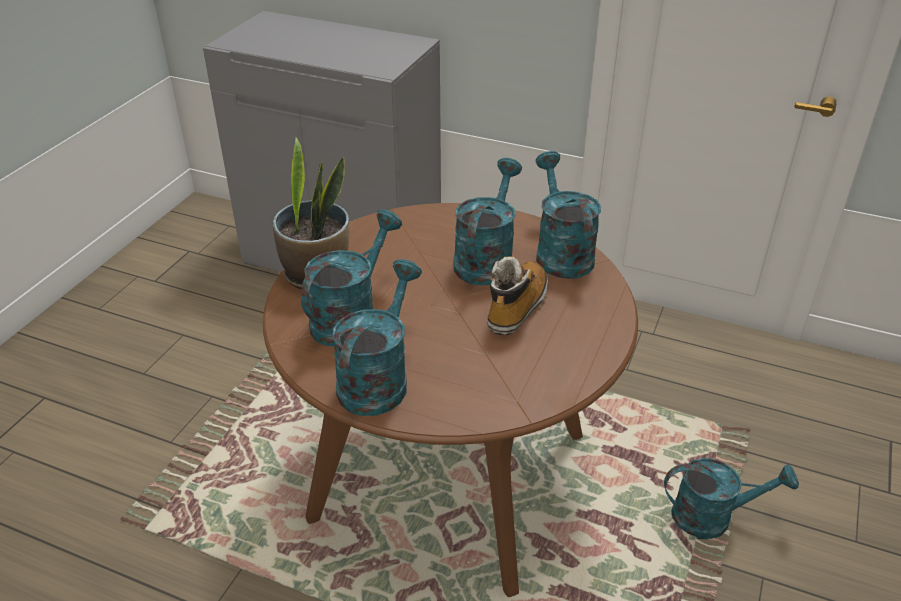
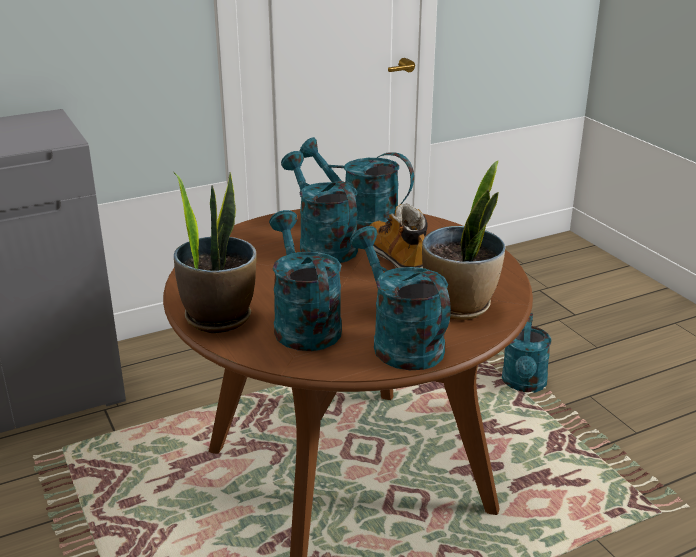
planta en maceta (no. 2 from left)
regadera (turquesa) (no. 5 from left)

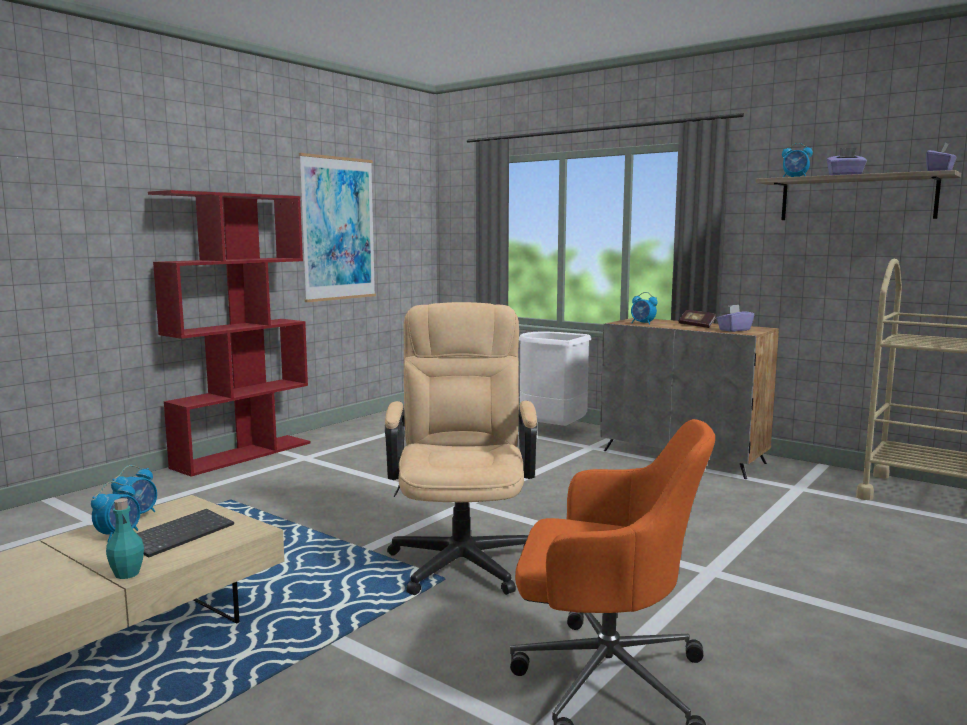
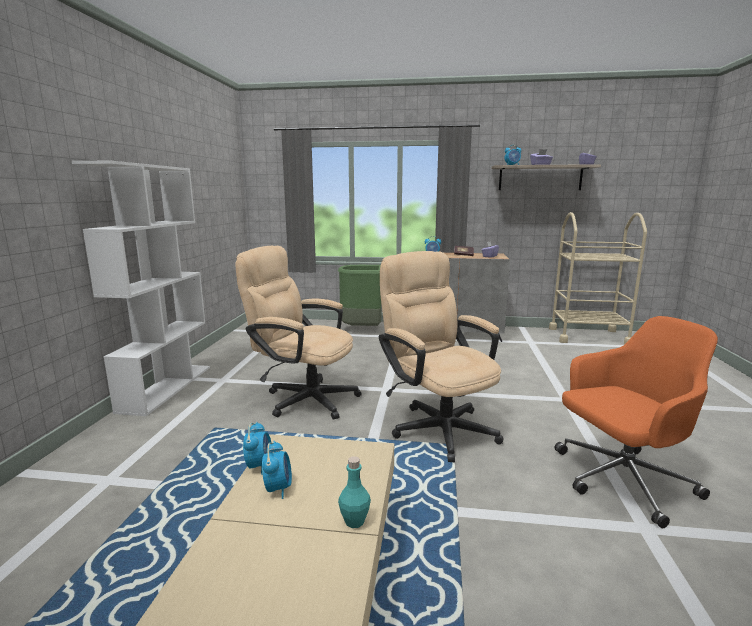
estantería (blanco)
silla de oficina (beis) (no. 1 from left)
papelera (verde)
teclado
cuadro

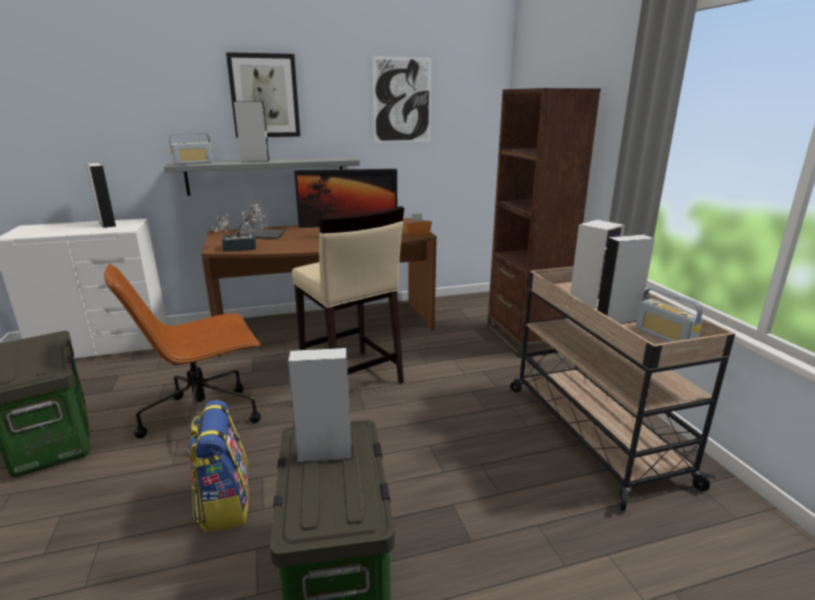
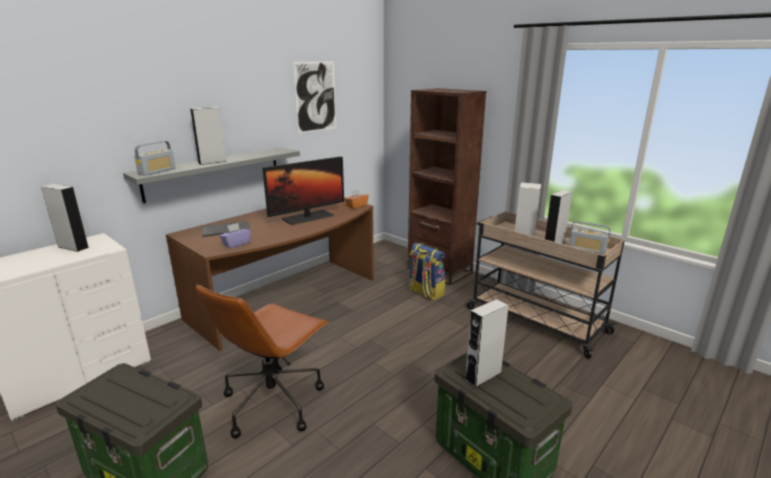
caja de pañuelos (morado)
mochila
cuadro (no. 1 from left in the first image)
taburete (beis)

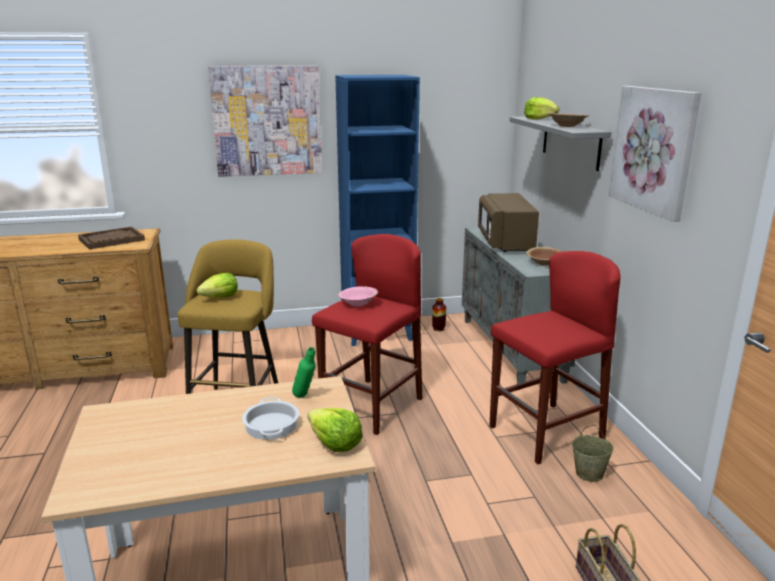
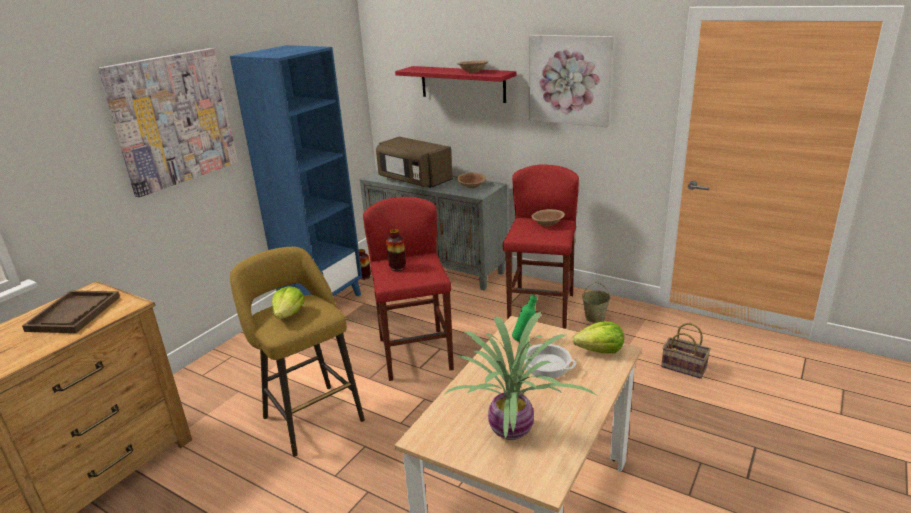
florero (no. 2 from left)
estante (rojo)
planta en maceta
cuenco (marrón) (no. 3 from left)
lechuga (no. 3 from left in the first image)

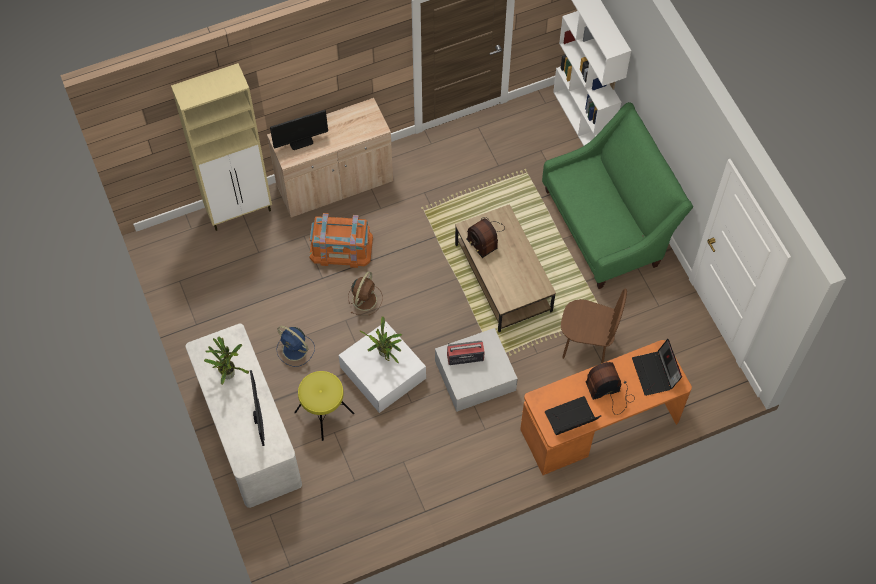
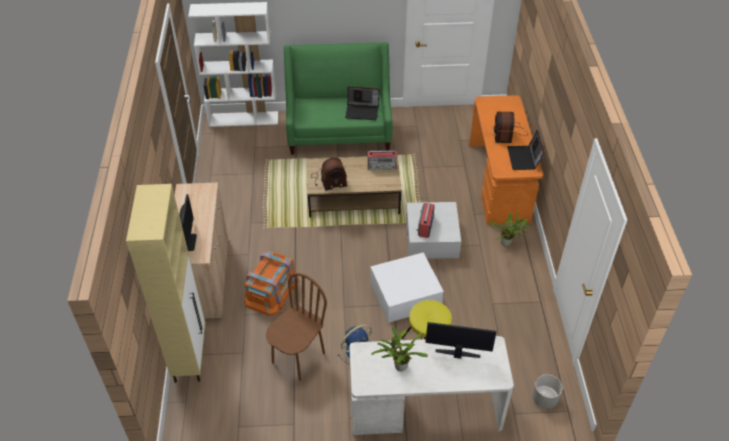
silla (marrón)
portátil (no. 1 from left)
radio (no. 2 from left)
planta en maceta (no. 2 from left)
maceta (gris)
ventilador (marrón)

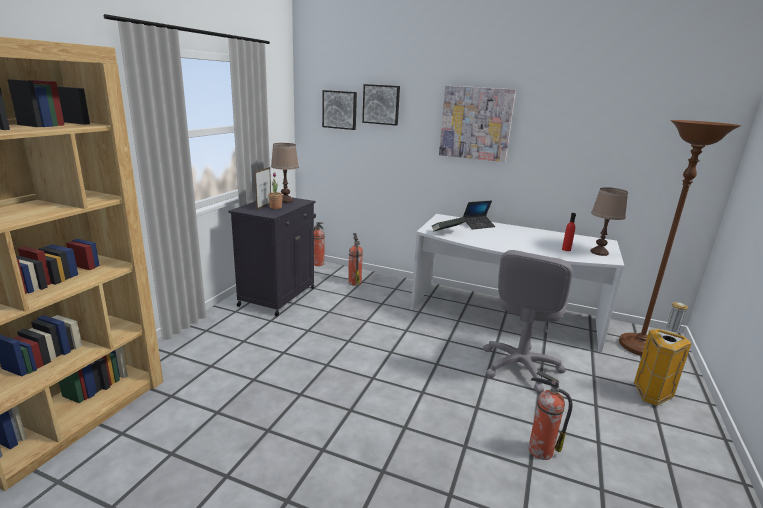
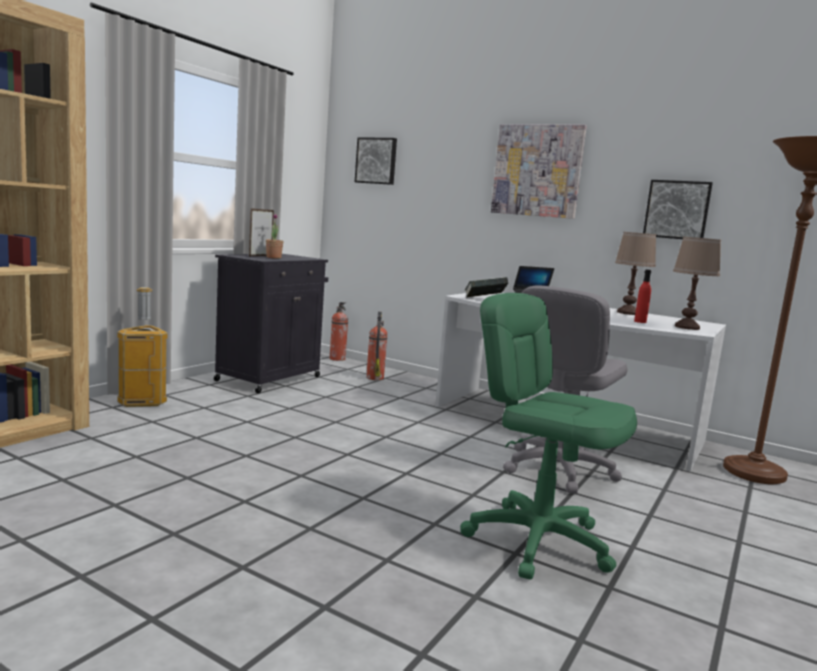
papelera
silla de oficina (verde)
lámpara de mesa (marrón) (no. 1 from left)
cuadro (no. 3 from left)

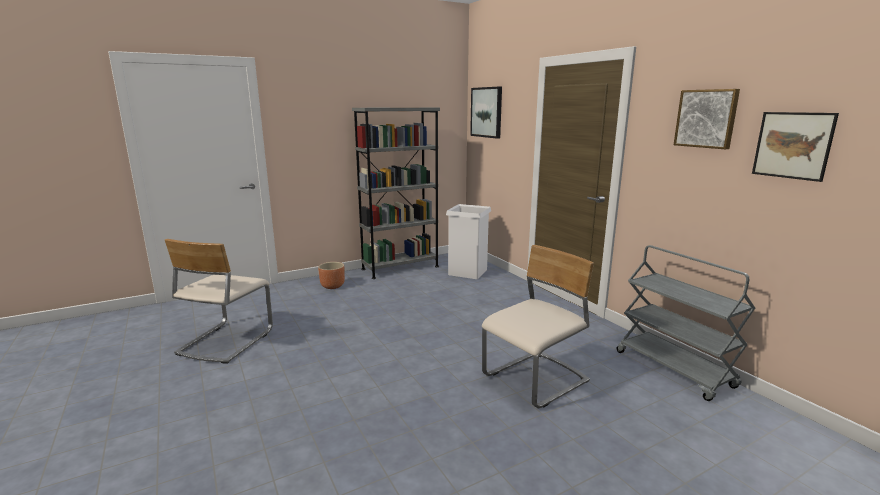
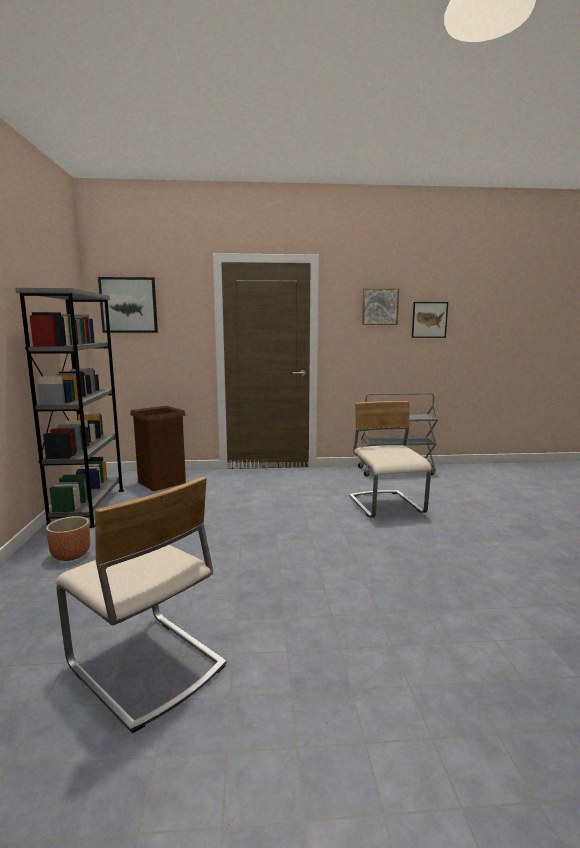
papelera (marrón)

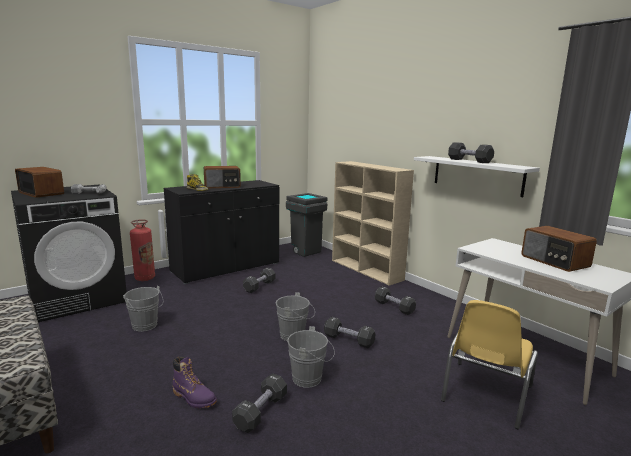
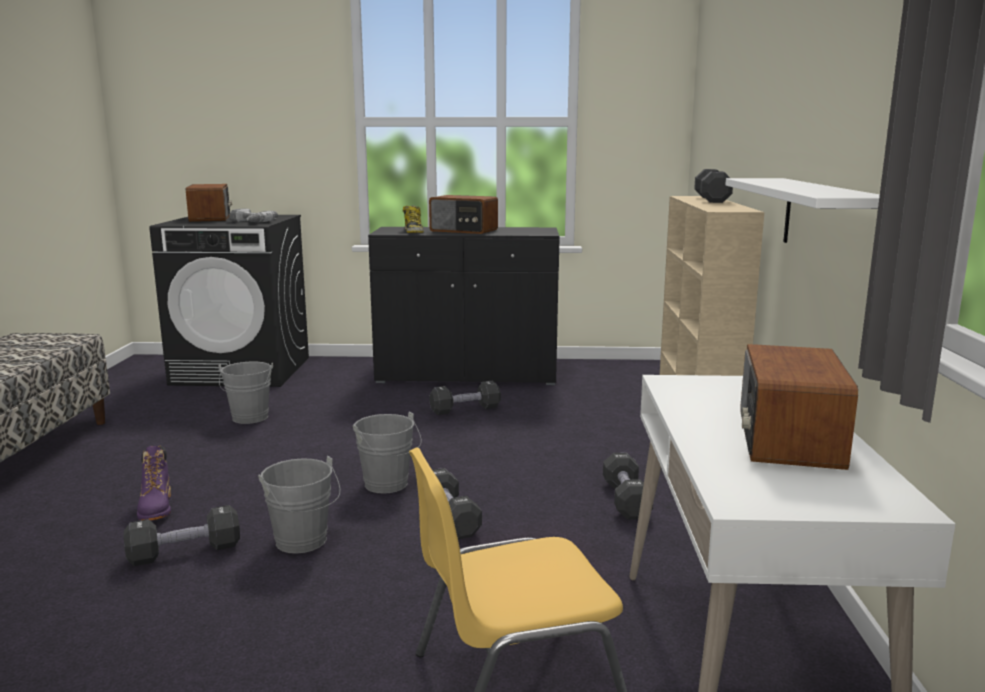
mancuerna (negro) (no. 5 from left)
extintor
papelera (gris)

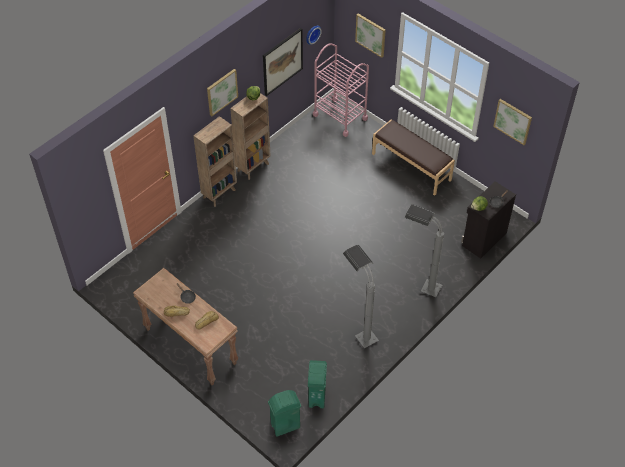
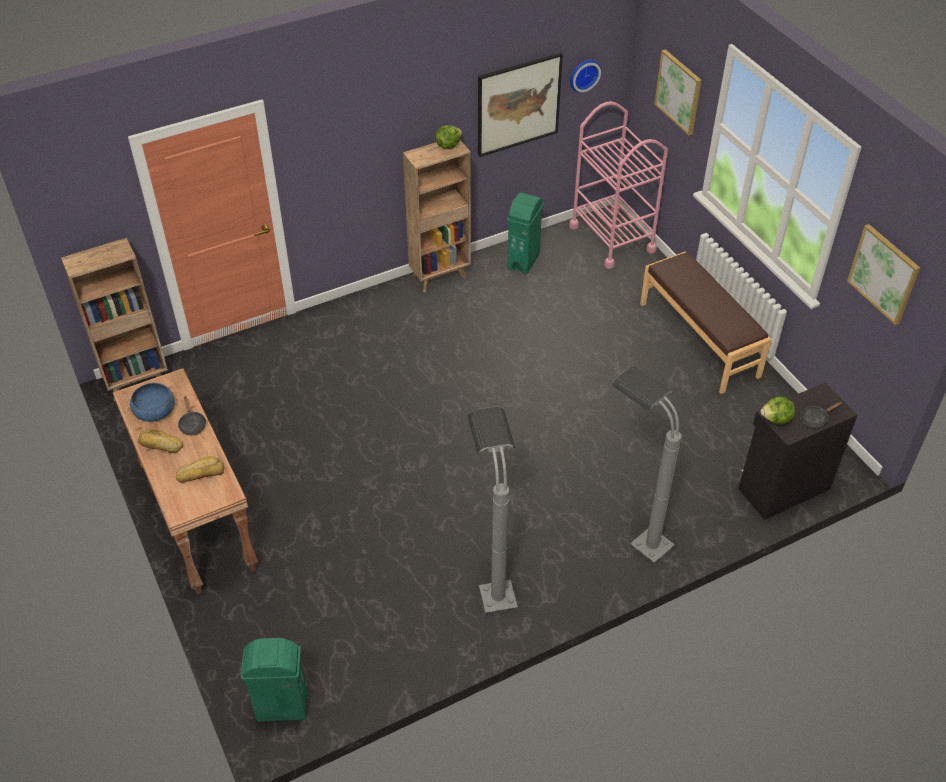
estantería (marrón) (no. 1 from left)
cuenco (azul)
papelera (verde) (no. 2 from left)
cuadro (no. 1 from left in the first image)

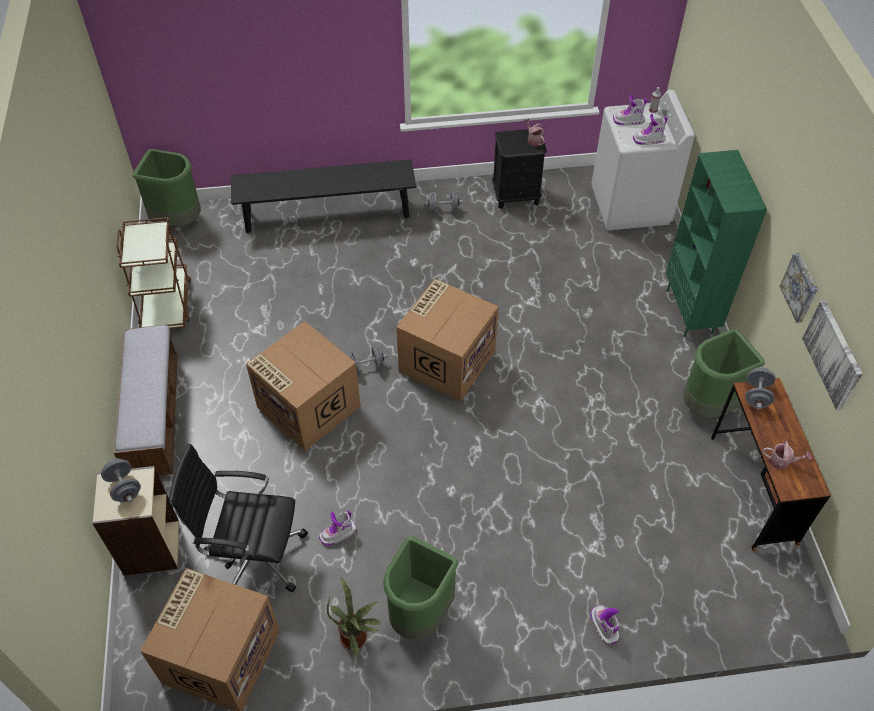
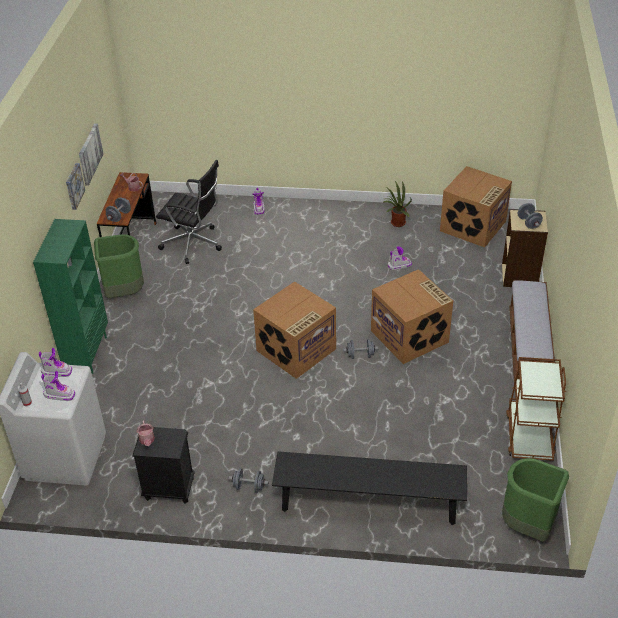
silla de oficina (negro)
papelera (verde) (no. 2 from left in the first image)

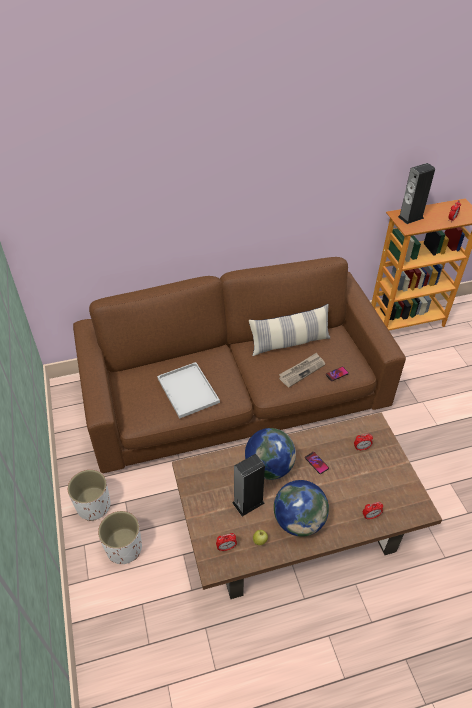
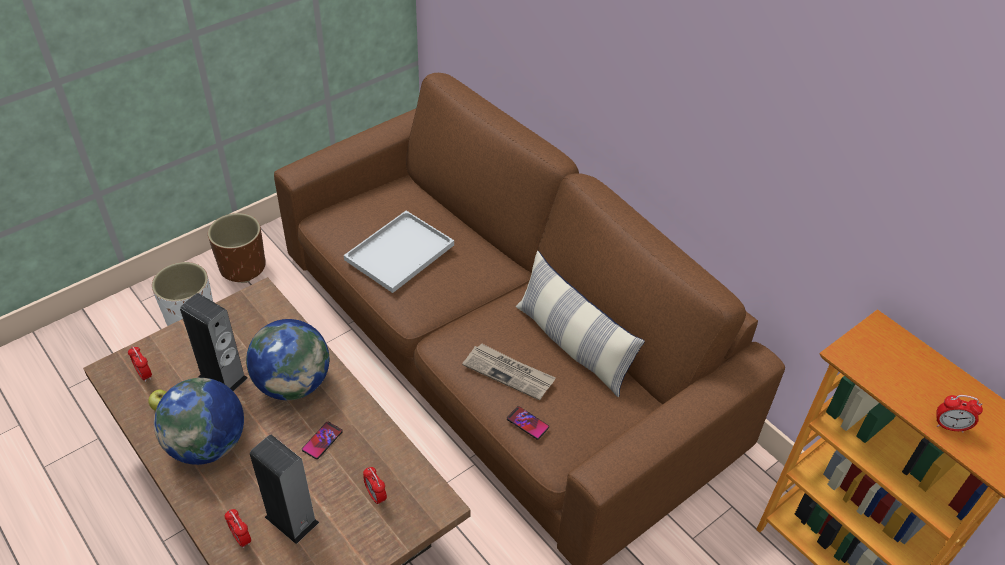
maceta (marrón)
altavoz (no. 2 from left)

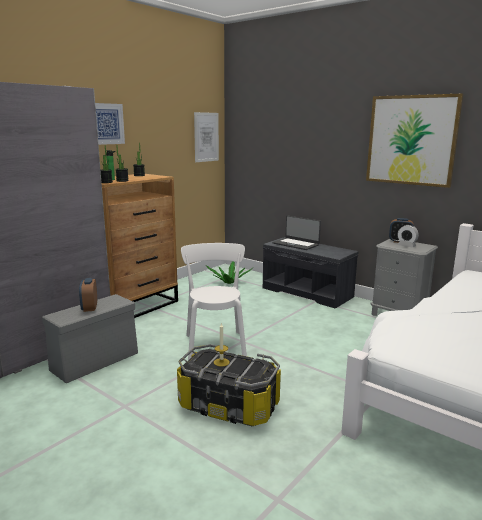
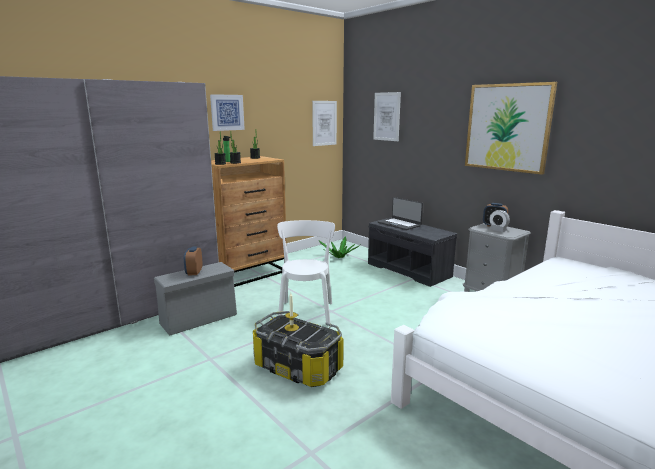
cuadro (no. 3 from left)

